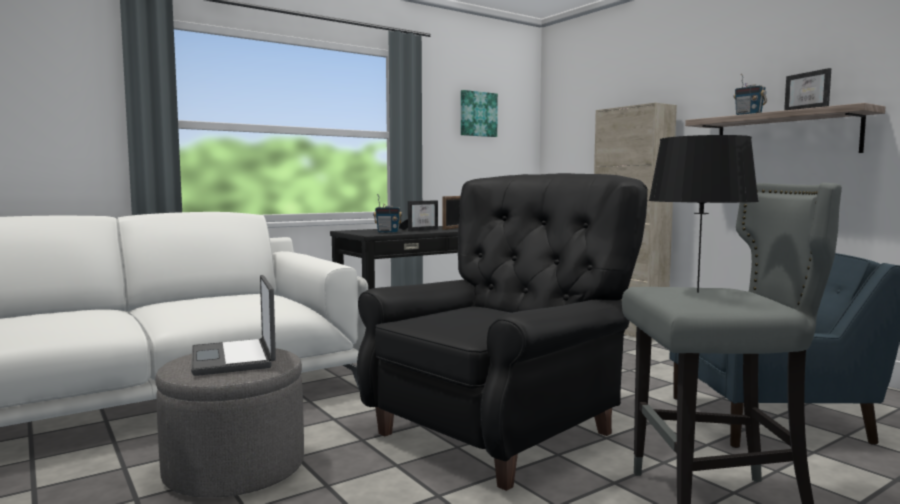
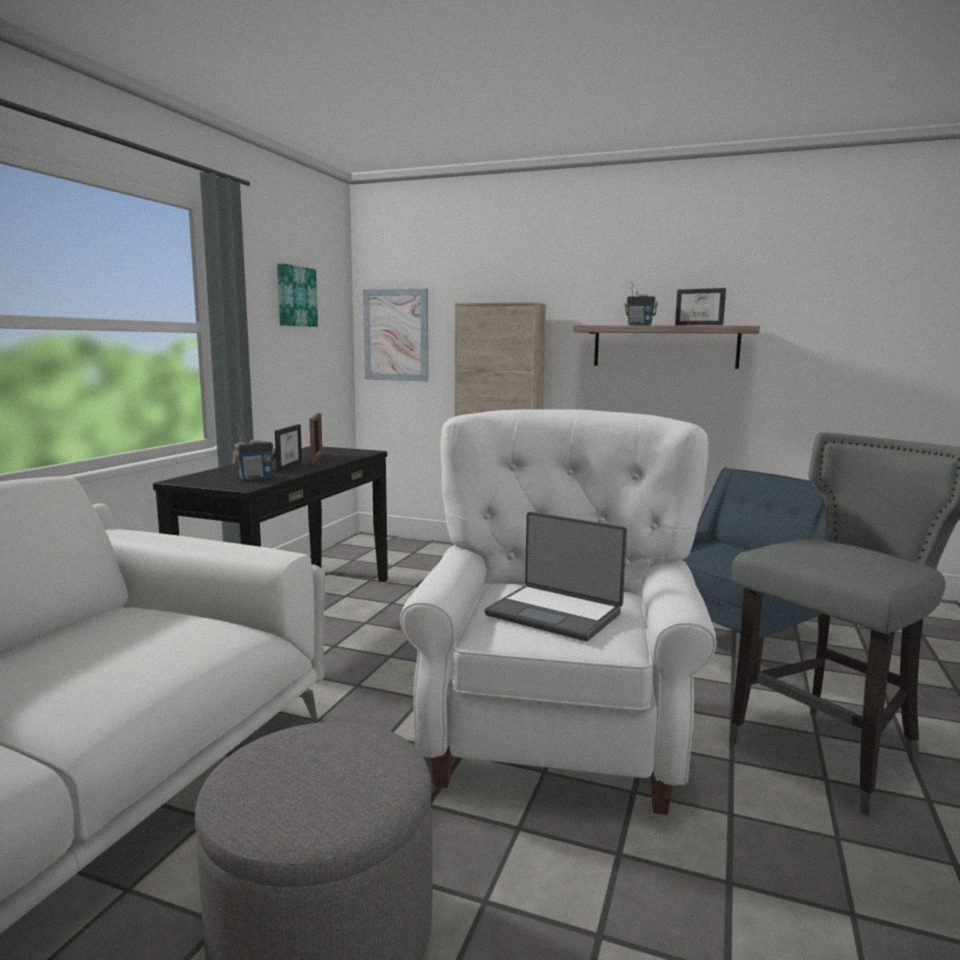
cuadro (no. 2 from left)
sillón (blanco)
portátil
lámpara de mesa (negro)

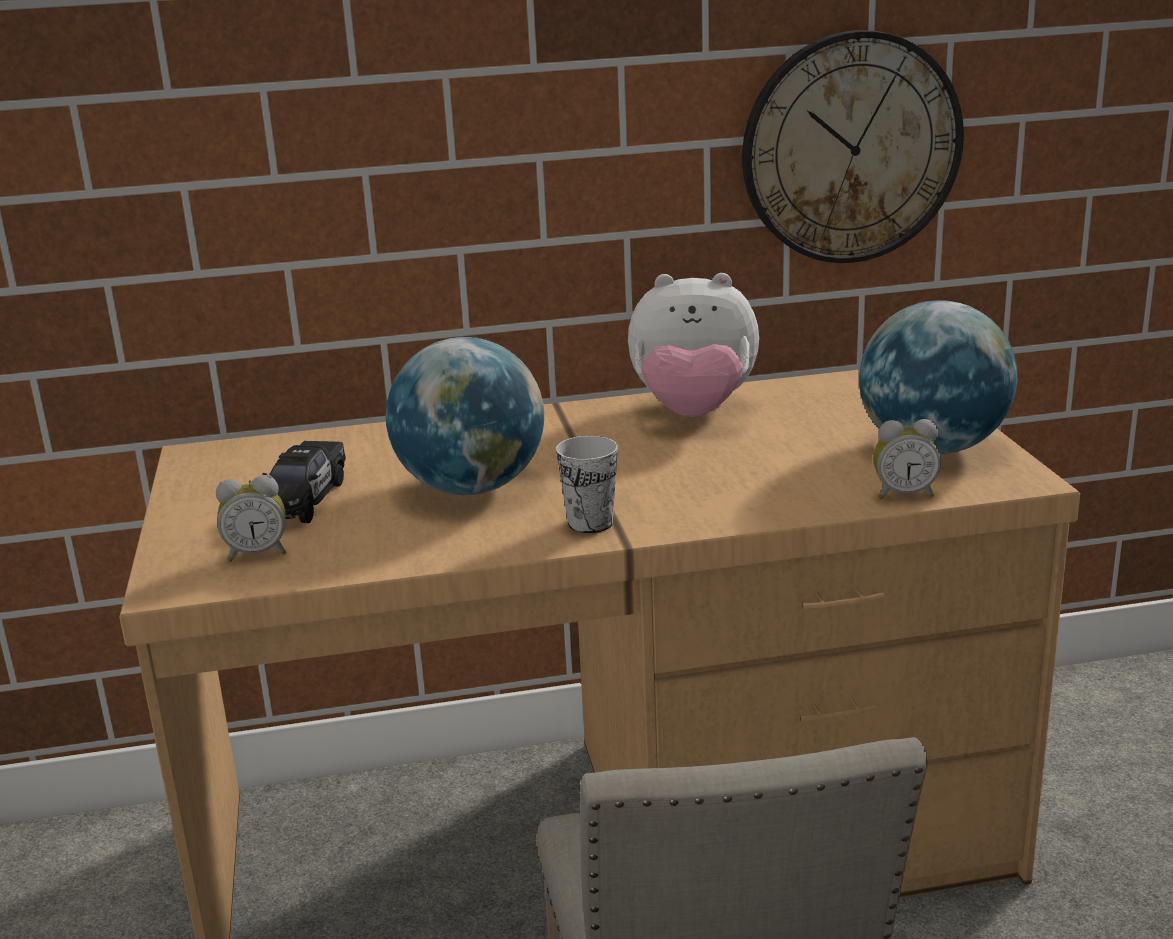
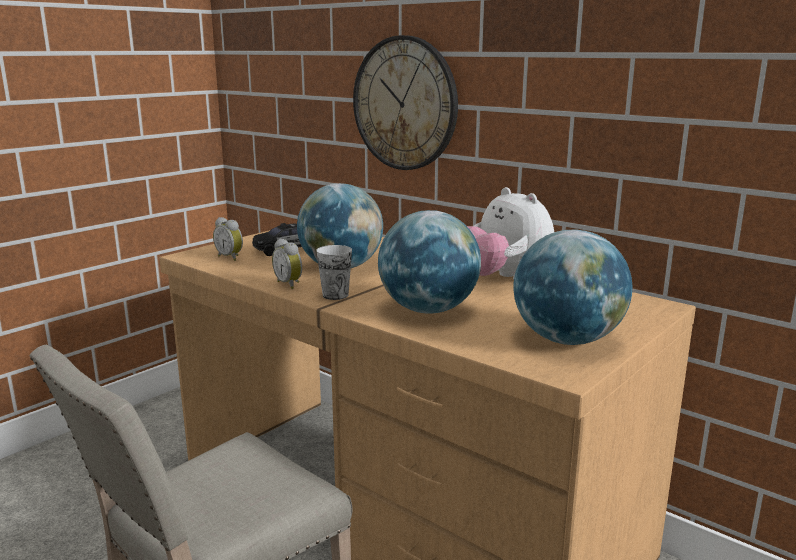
despertador (no. 2 from left)
reloj de pared
globo terráqueo (no. 2 from left)

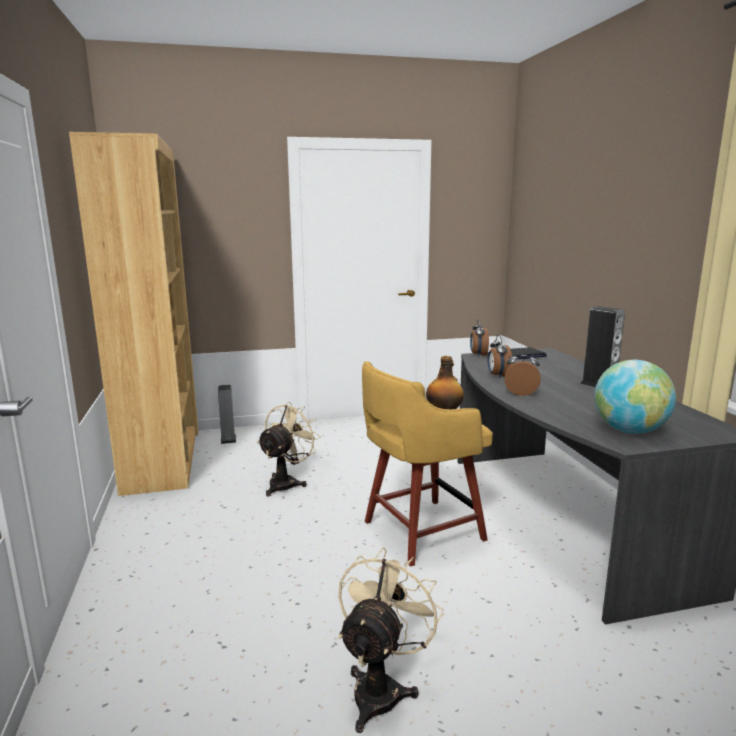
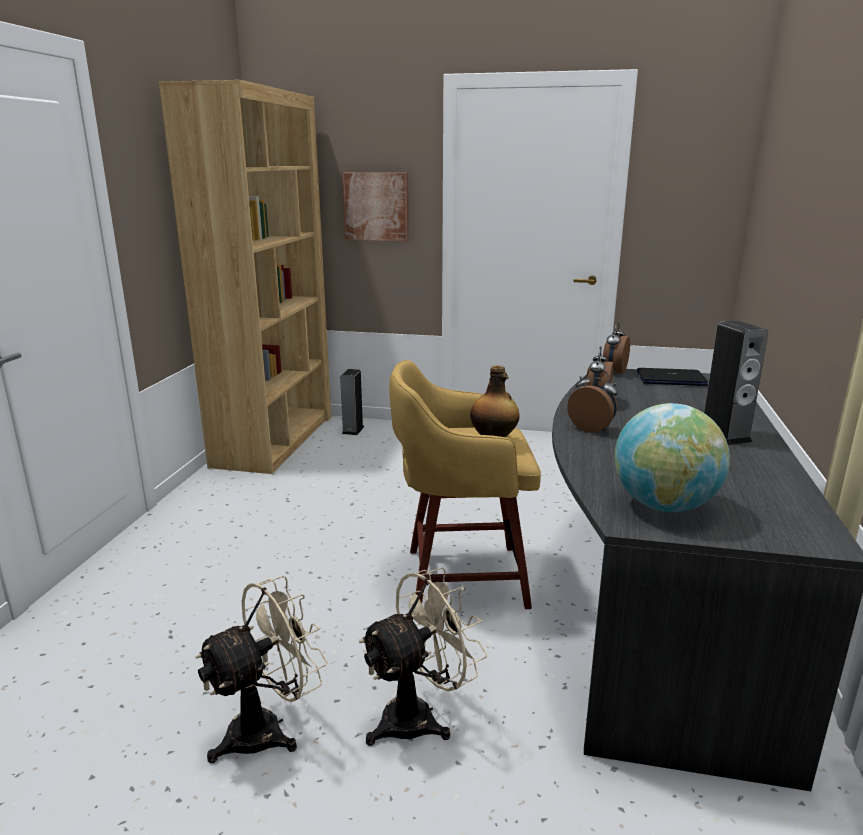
cuadro
ventilador (beis) (no. 2 from left)

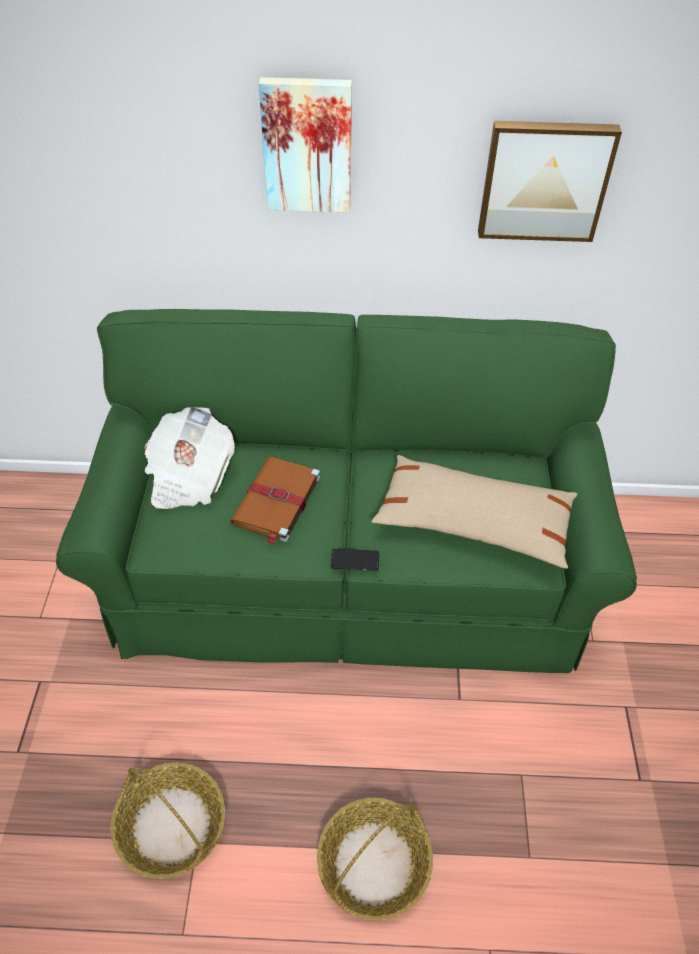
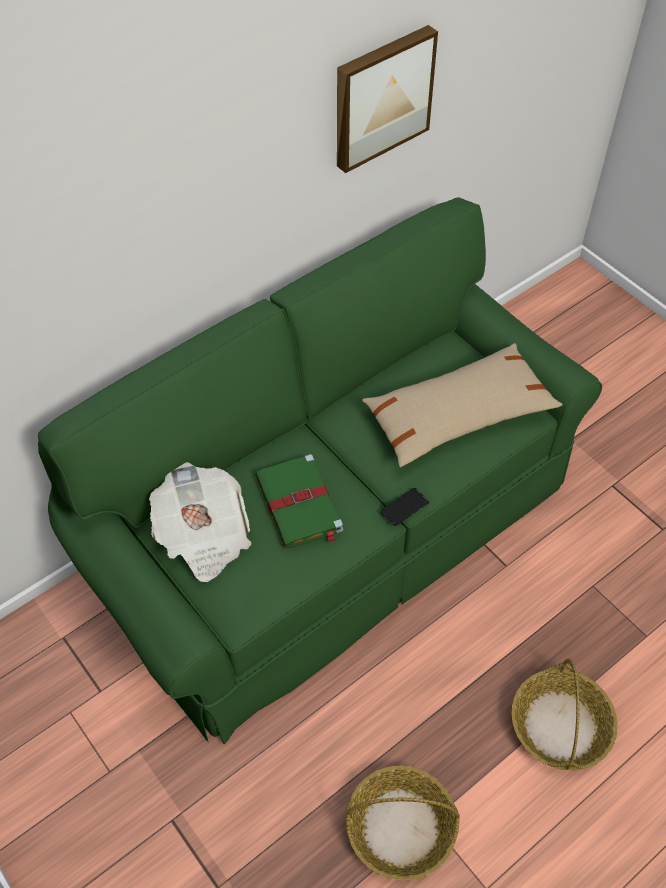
libro (verde)
cuadro (no. 1 from left in the first image)

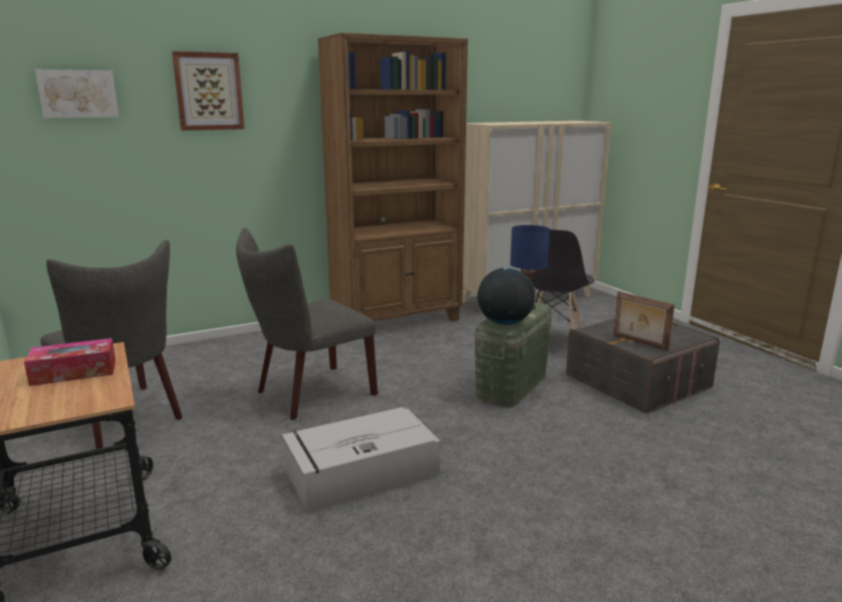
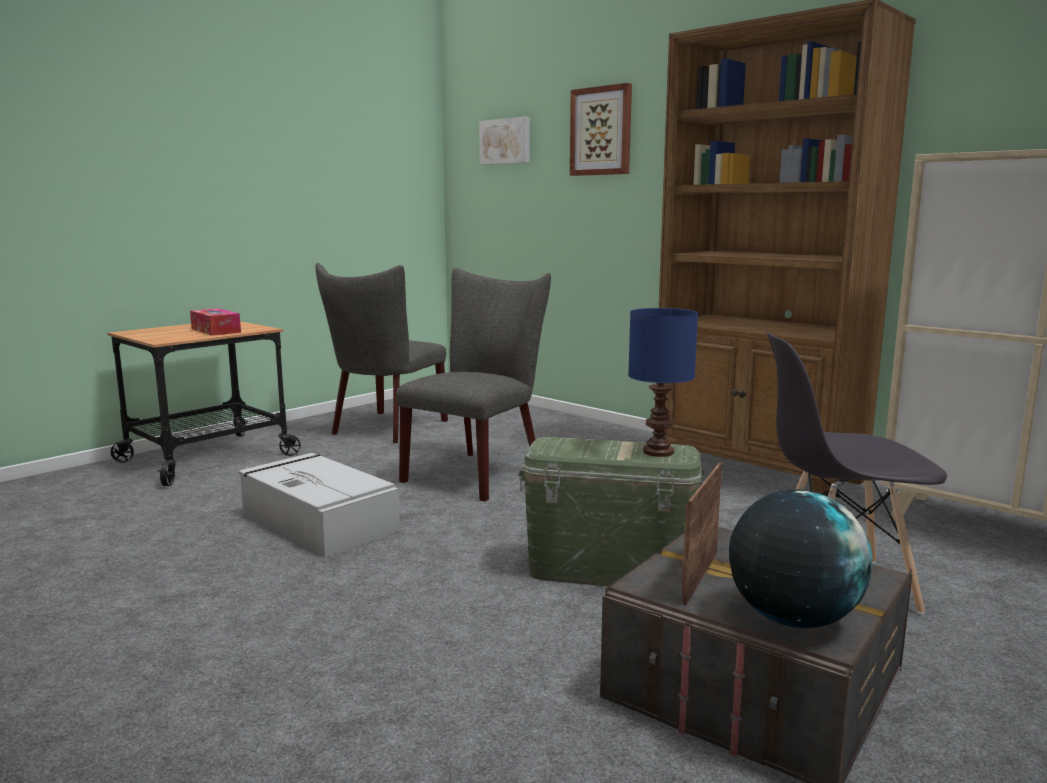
silla (gris) (no. 2 from left)
globo terráqueo

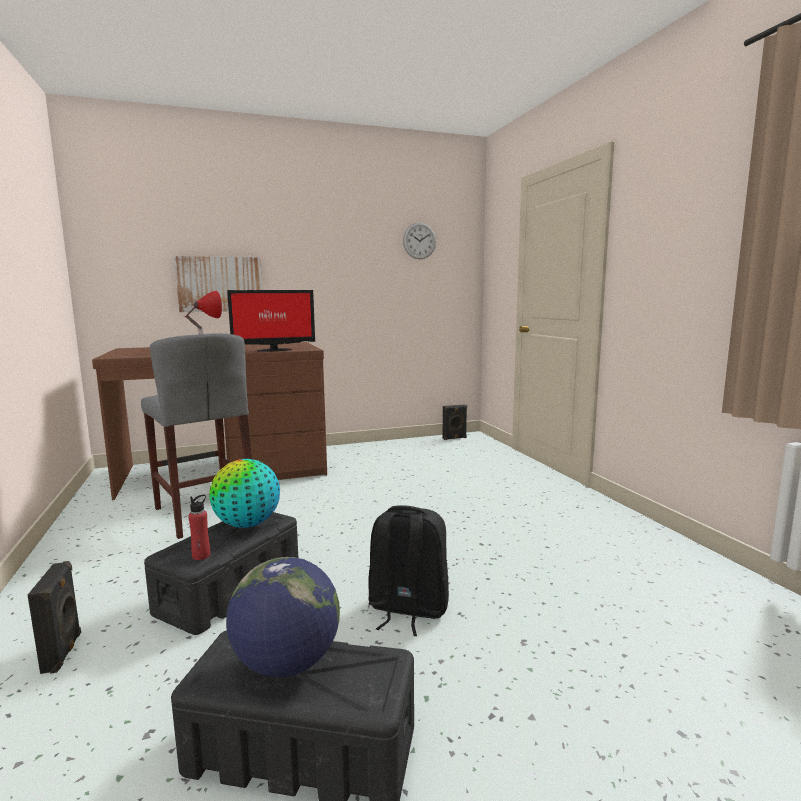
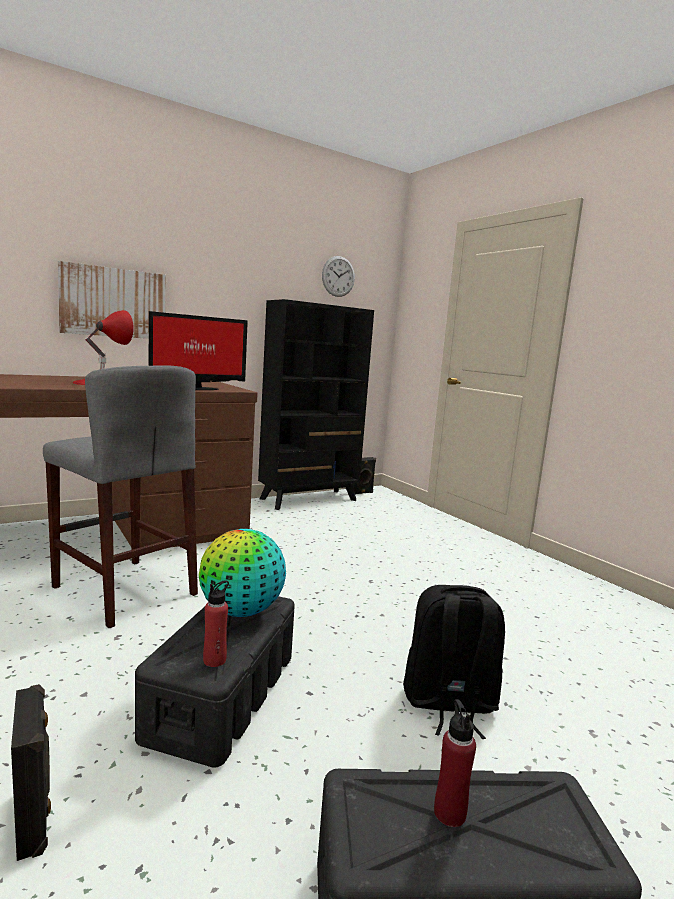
estantería (negro)
botella (rojo) (no. 2 from left)

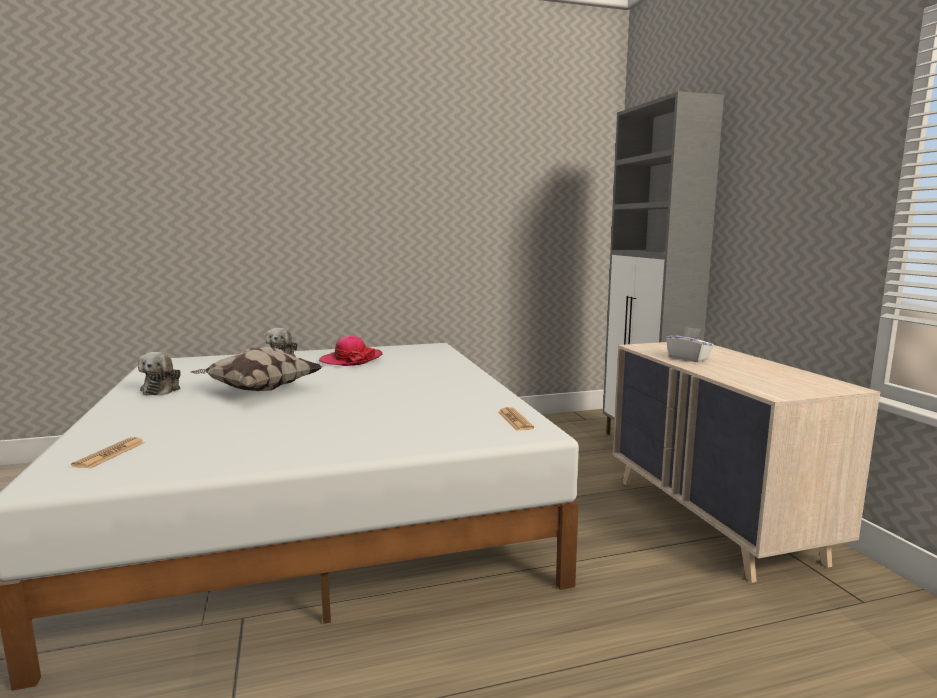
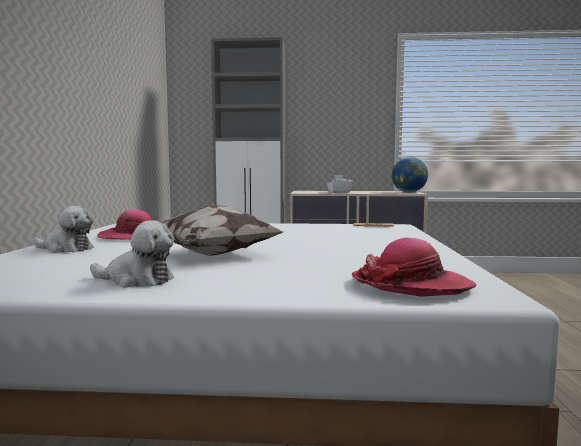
sombrero (no. 2 from left)
globo terráqueo

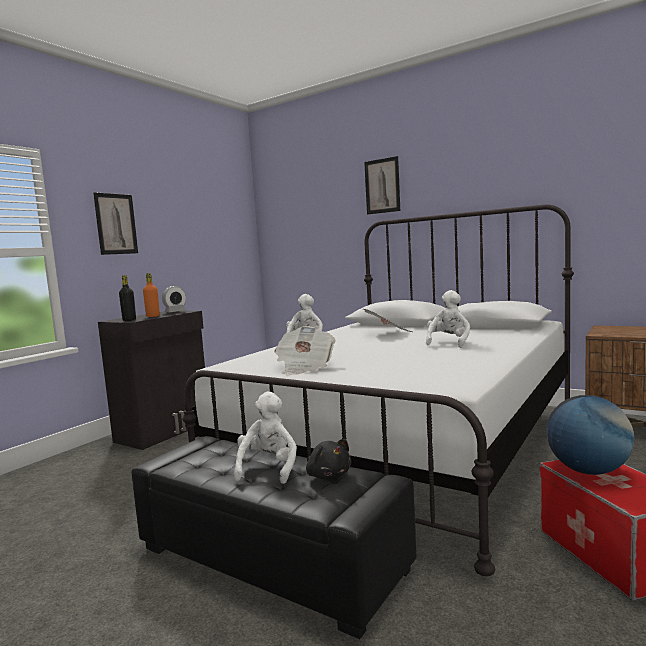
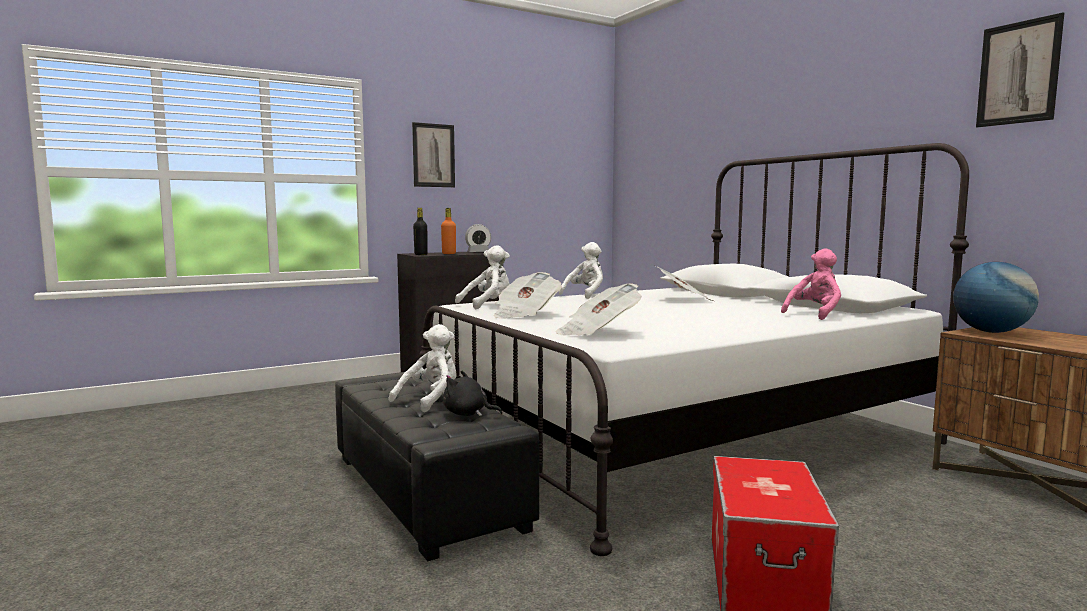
peluche (negro)
peluche (blanco) (no. 2 from left)
periódico (no. 2 from left)
peluche (rosa)
globo terráqueo
cuadro (no. 2 from left)

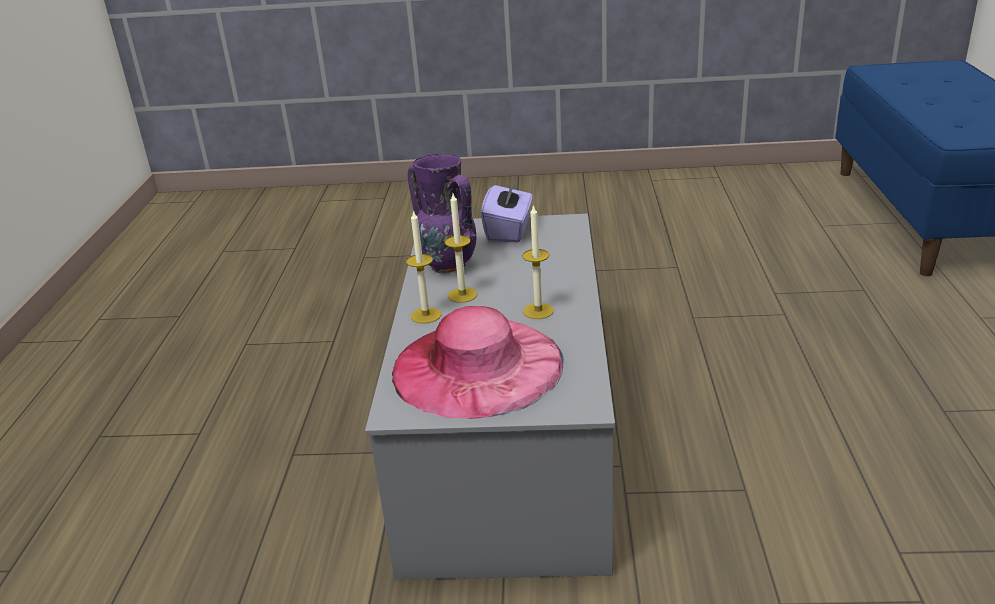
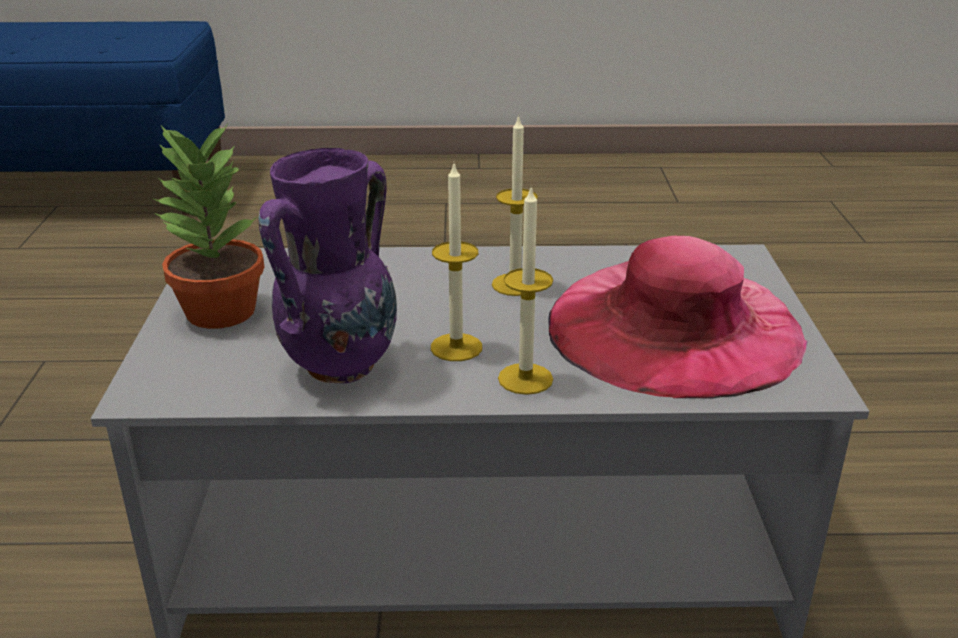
planta en maceta

